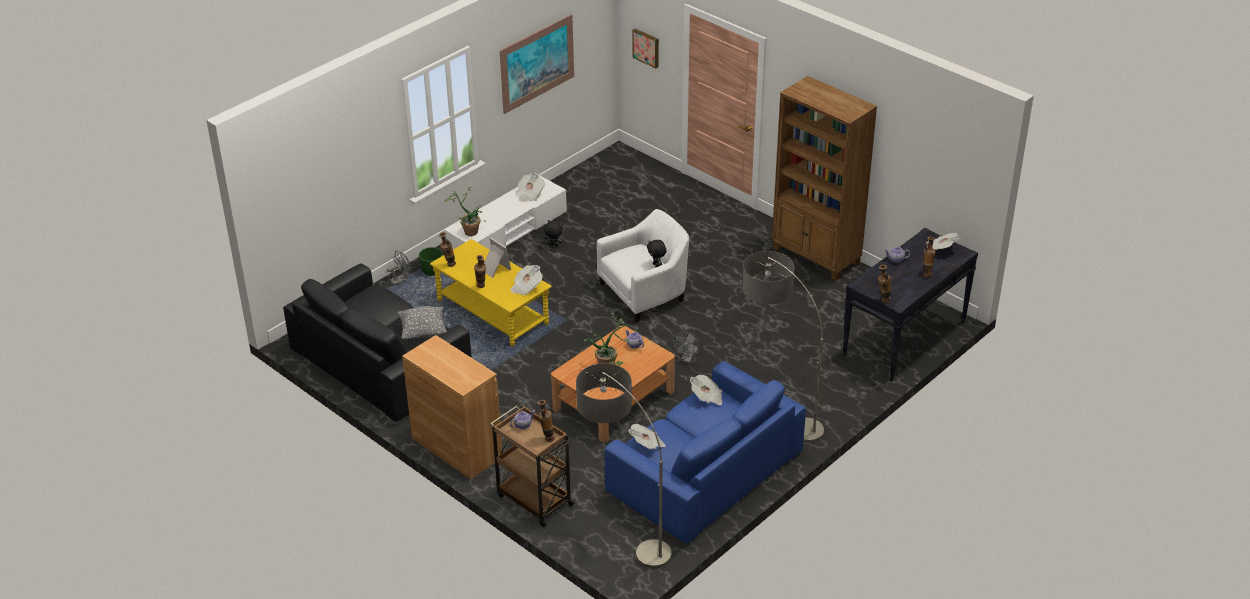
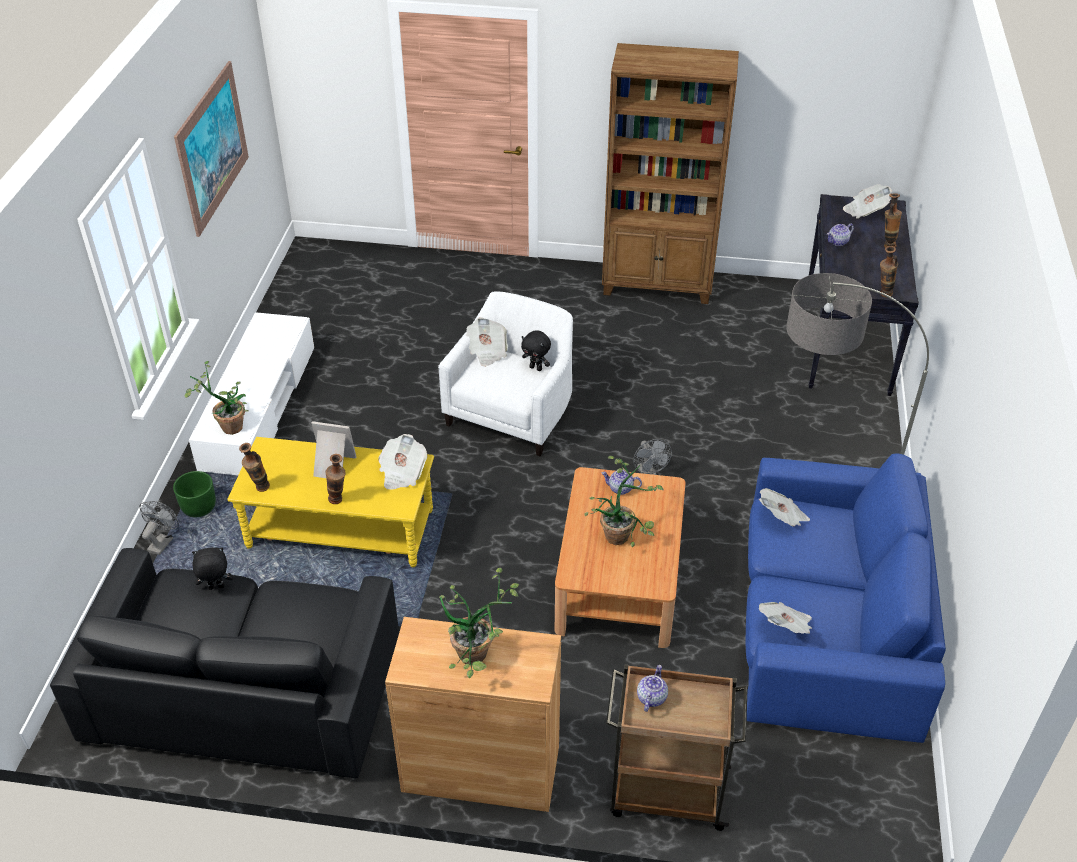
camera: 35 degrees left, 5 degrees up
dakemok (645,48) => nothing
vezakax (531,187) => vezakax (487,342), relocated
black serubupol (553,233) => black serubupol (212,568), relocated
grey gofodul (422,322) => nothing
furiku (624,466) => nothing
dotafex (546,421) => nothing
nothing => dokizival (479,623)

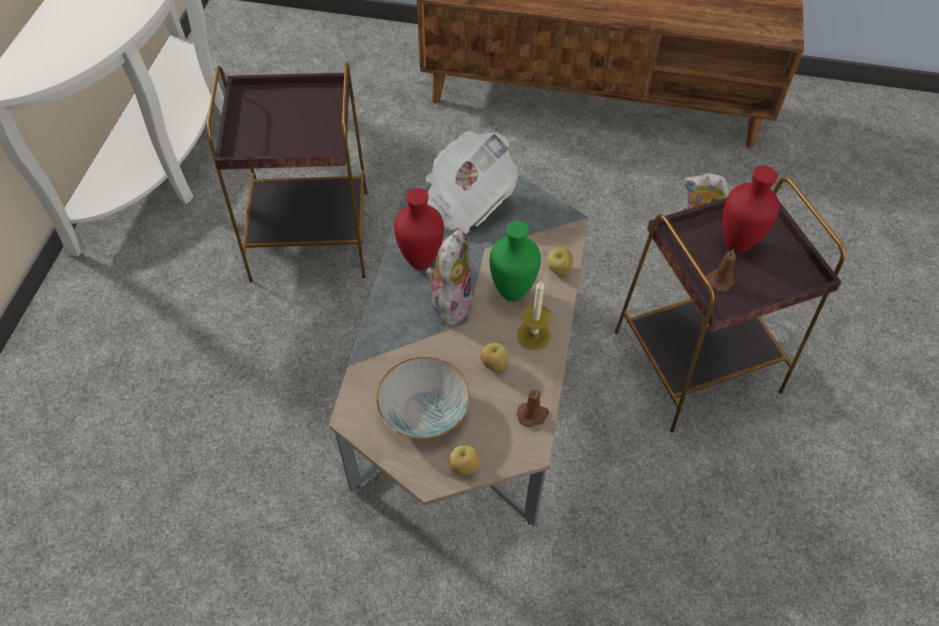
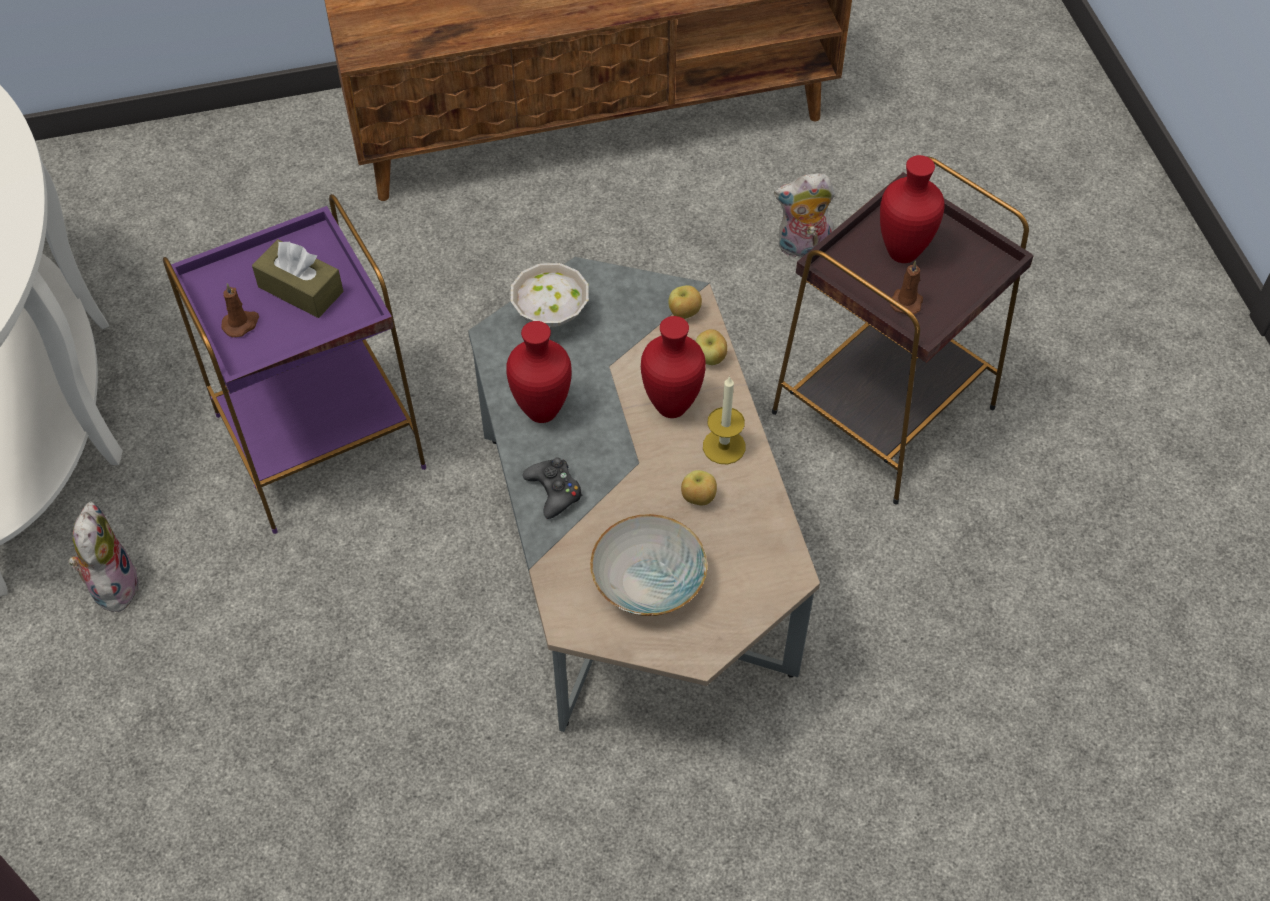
camera: 25 degrees left, 0 degrees up
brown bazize (287,173) => purple bazize (294,364)
vezakax (472,182) => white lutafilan (550,295)
green dotafex (515,261) => red dotafex (673,367)
serubupol (449,277) => serubupol (104,556), relocated
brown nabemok (533,407) => brown nabemok (240,310), relocated
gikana (464,460) => gikana (685,302), relocated
nothing => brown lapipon (298,278)
nothing => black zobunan (553,488)

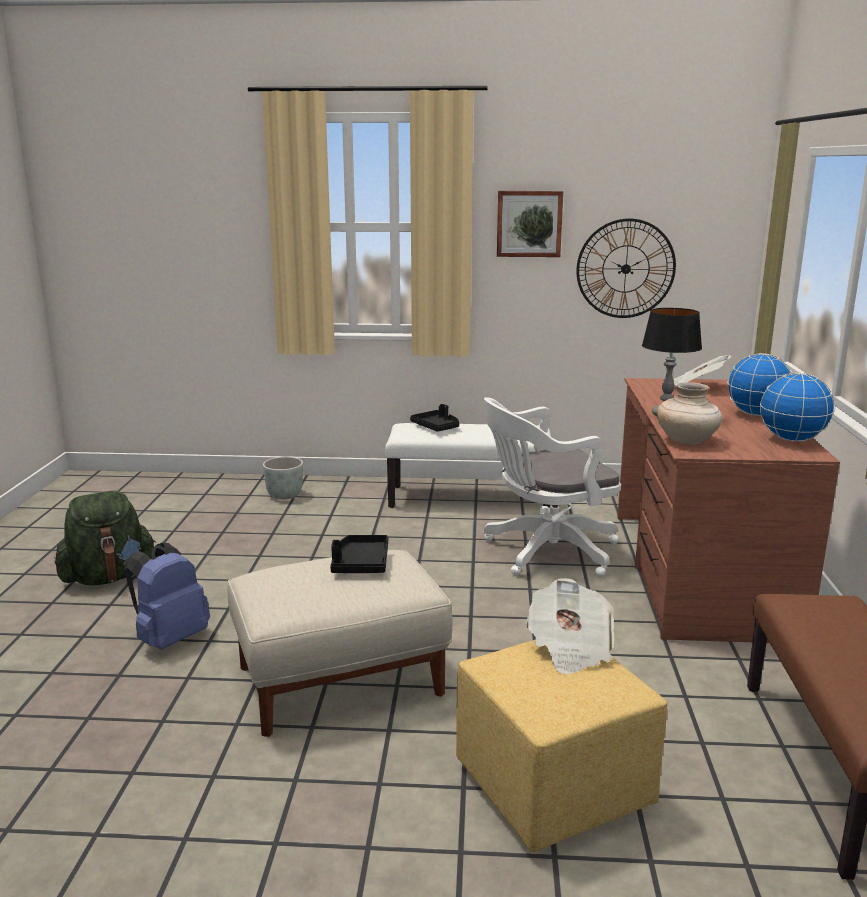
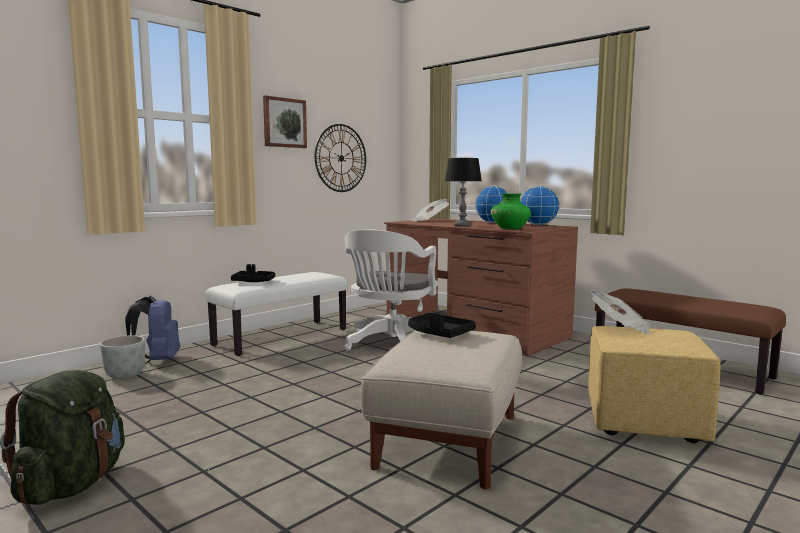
camera: 50 degrees left, 10 degrees down
beige dotafex (689,413) => green dotafex (511,211)
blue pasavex (167,596) => blue pasavex (152,329), relocated

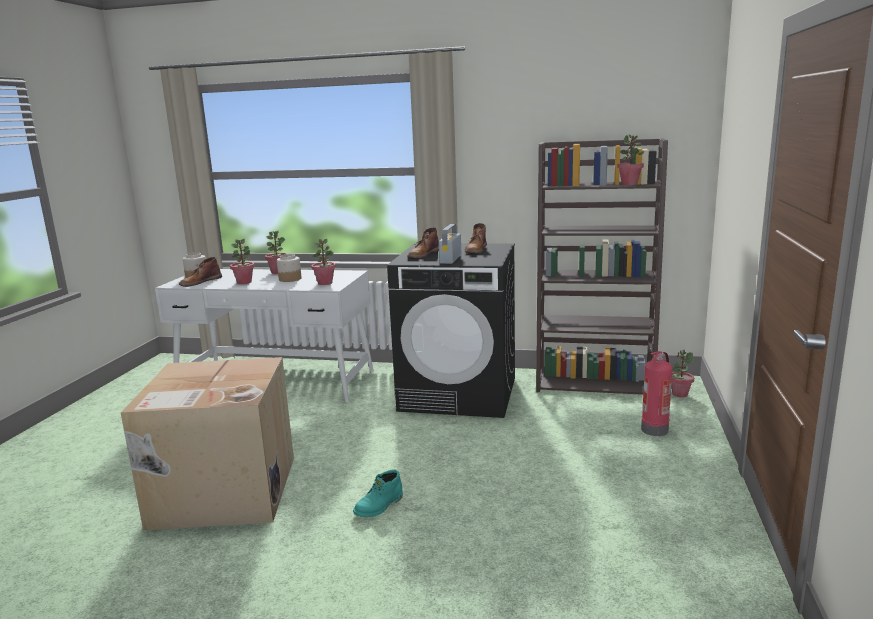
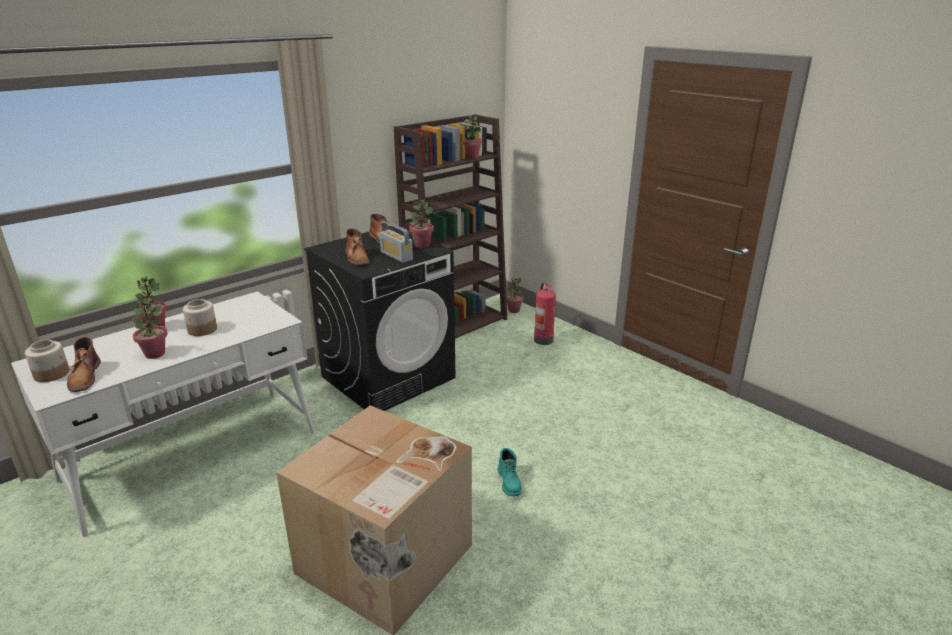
camera: 55 degrees left, 10 degrees up
dokizival (323,262) => dokizival (421,224), relocated

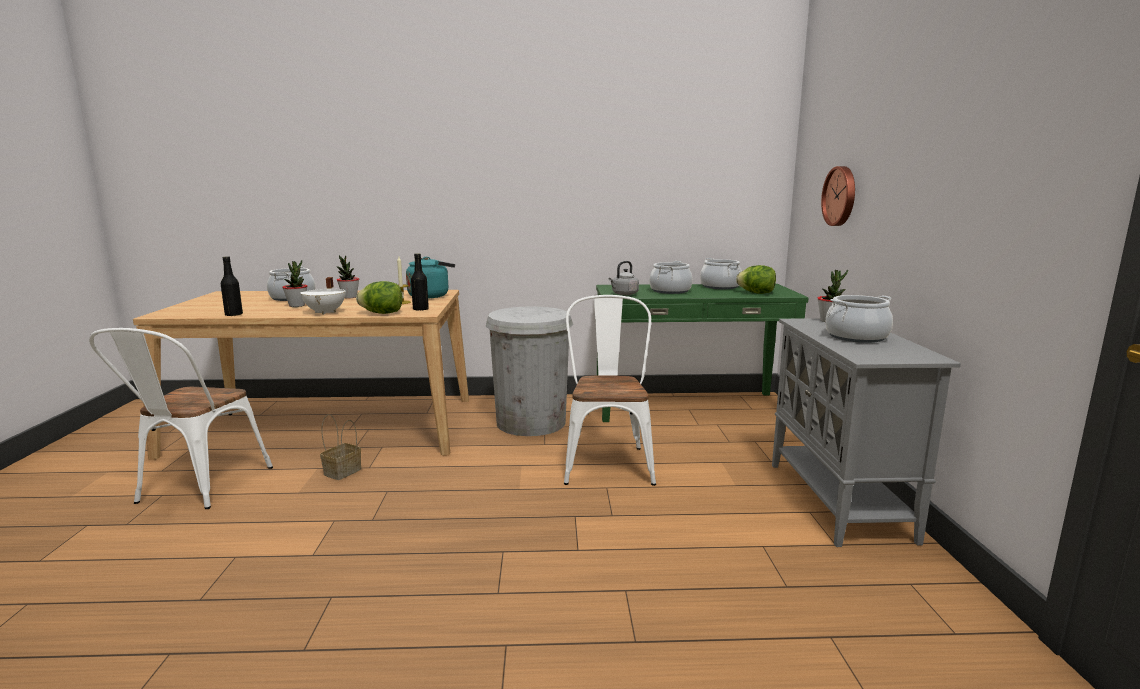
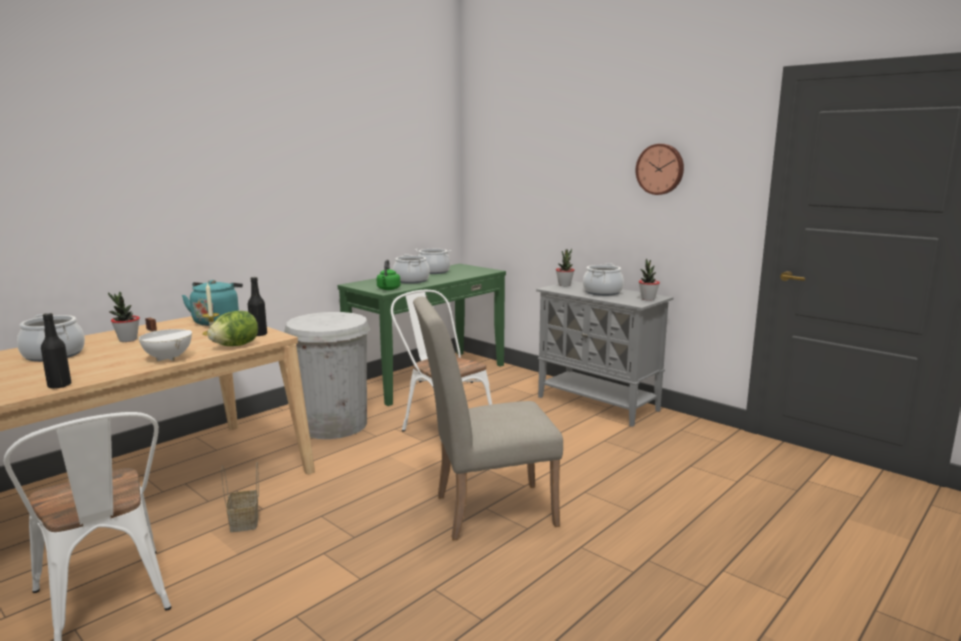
camera: 45 degrees left, 0 degrees up
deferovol (838,196) => deferovol (660,169), relocated
dokizival (294,283) => dokizival (649,279), relocated
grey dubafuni (624,278) => green dubafuni (389,274)
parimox (756,279) => nothing
nothing => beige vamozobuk (488,419)

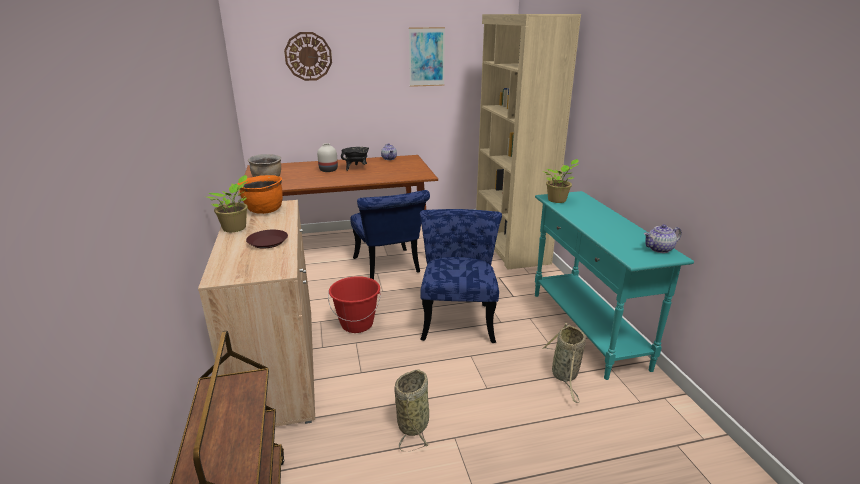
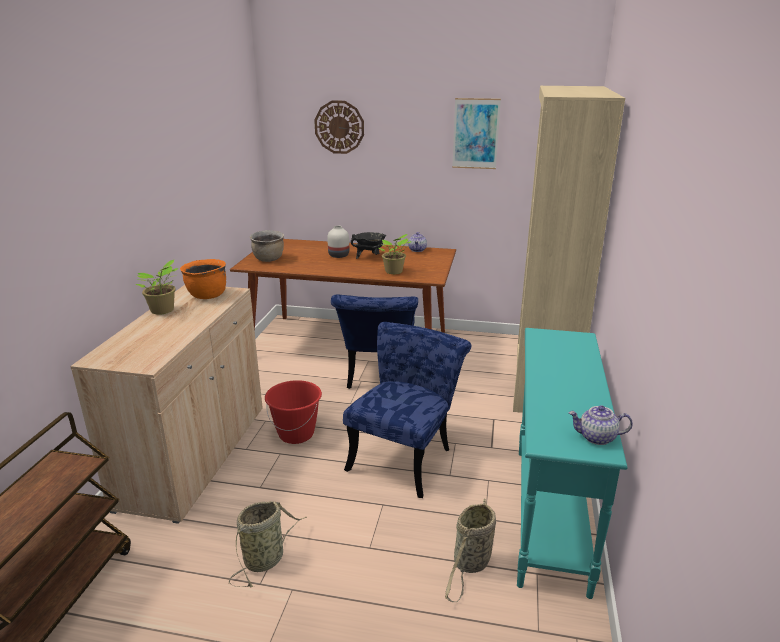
camera: 25 degrees right, 0 degrees up
dokizival (561,181) => dokizival (395,254), relocated
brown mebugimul (267,239) => nothing

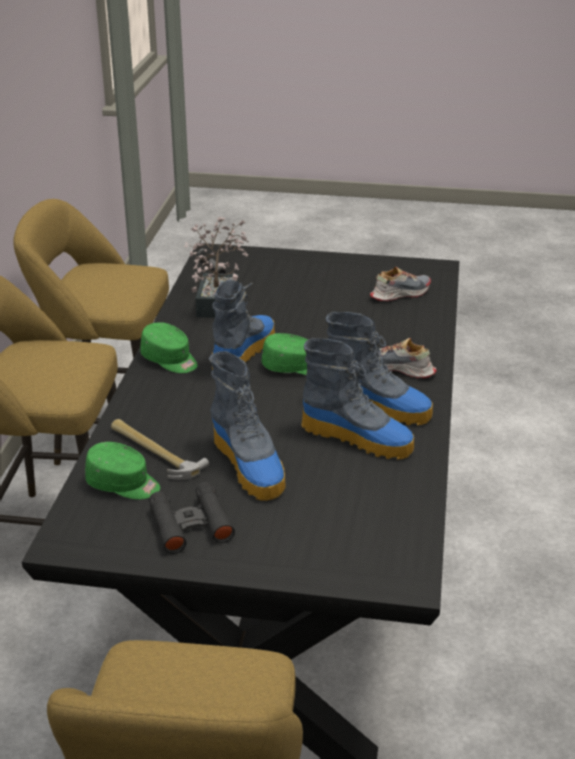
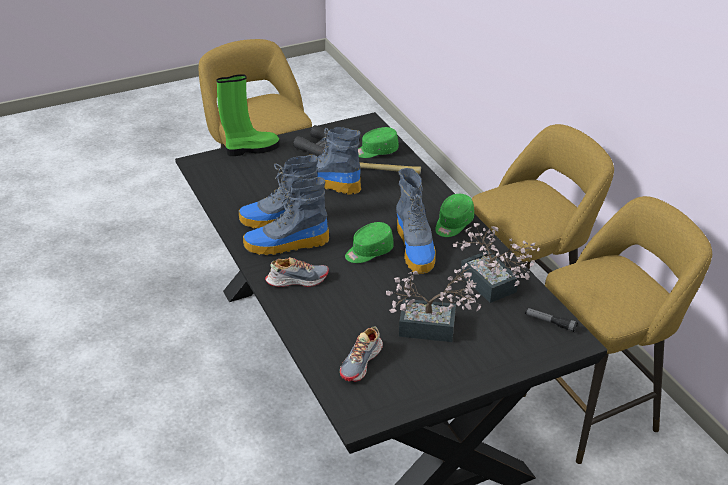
camera: 145 degrees right, 5 degrees up
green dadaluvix (168,347) => green dadaluvix (454,215), 60 degrees counterclockwise
nothing => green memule (248,115)
nothing => dokizival (433,302)

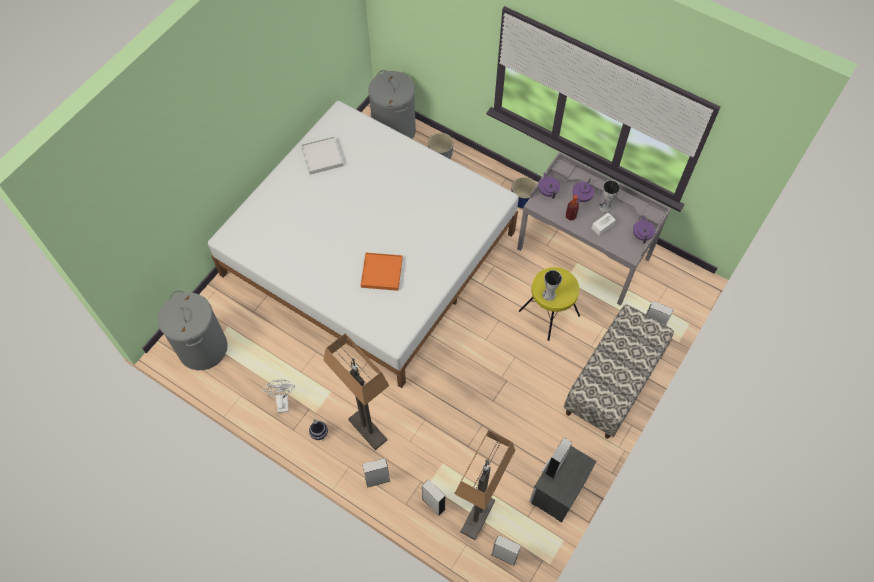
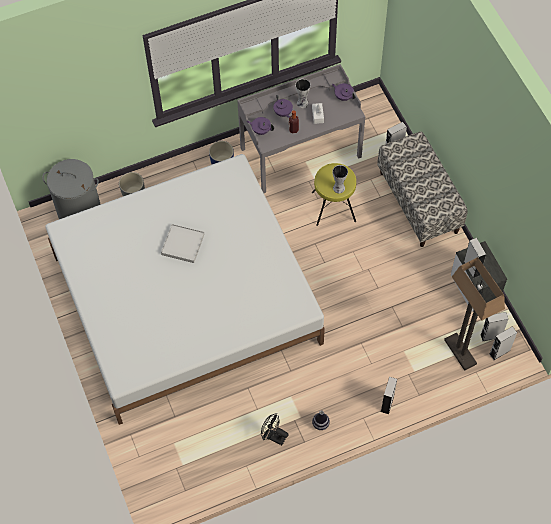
camera: 55 degrees left, 0 degrees up
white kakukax (322,156) => white kakukax (183,243), relocated
orange kakukax (382,272) => nothing
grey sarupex (193,330) => nothing
furiku (356,391) => nothing
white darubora (278,396) => black darubora (275,429)
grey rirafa (434,497) => grey rirafa (494,326), relocated

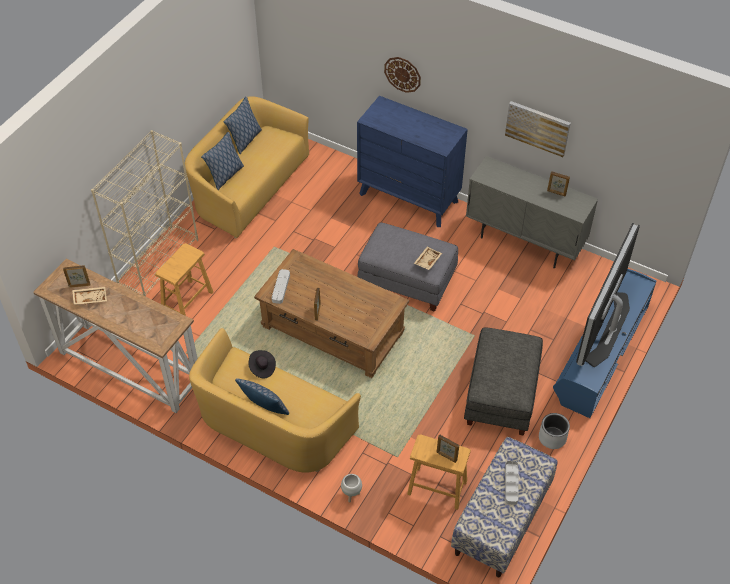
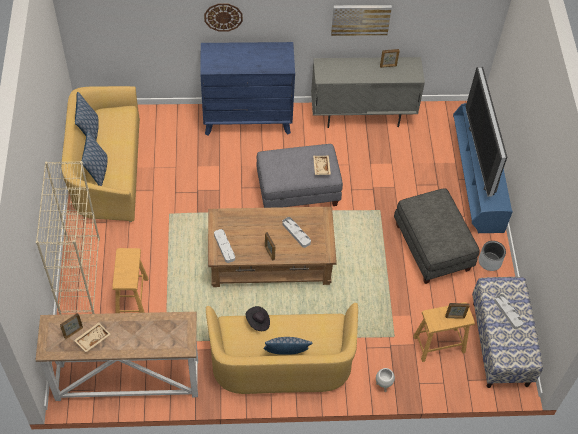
camera: 35 degrees left, 5 degrees up
nothing => grey kakukax (296,232)

